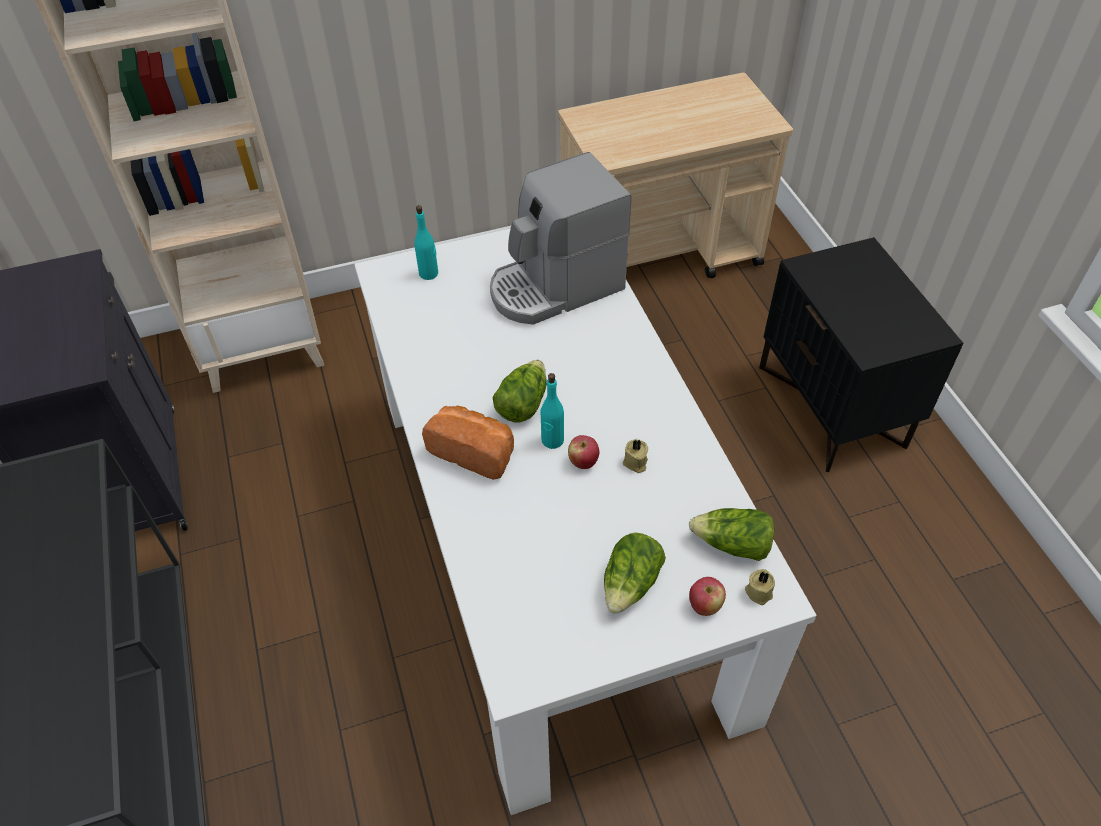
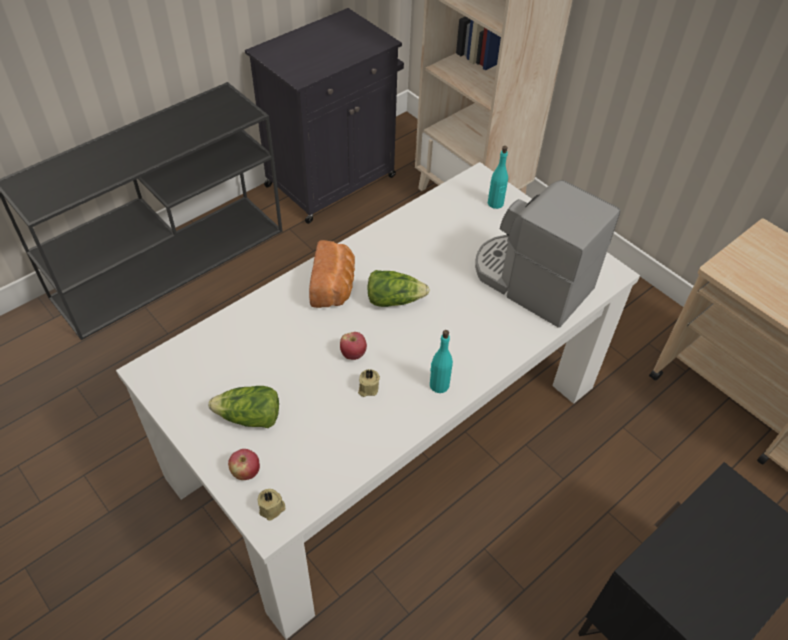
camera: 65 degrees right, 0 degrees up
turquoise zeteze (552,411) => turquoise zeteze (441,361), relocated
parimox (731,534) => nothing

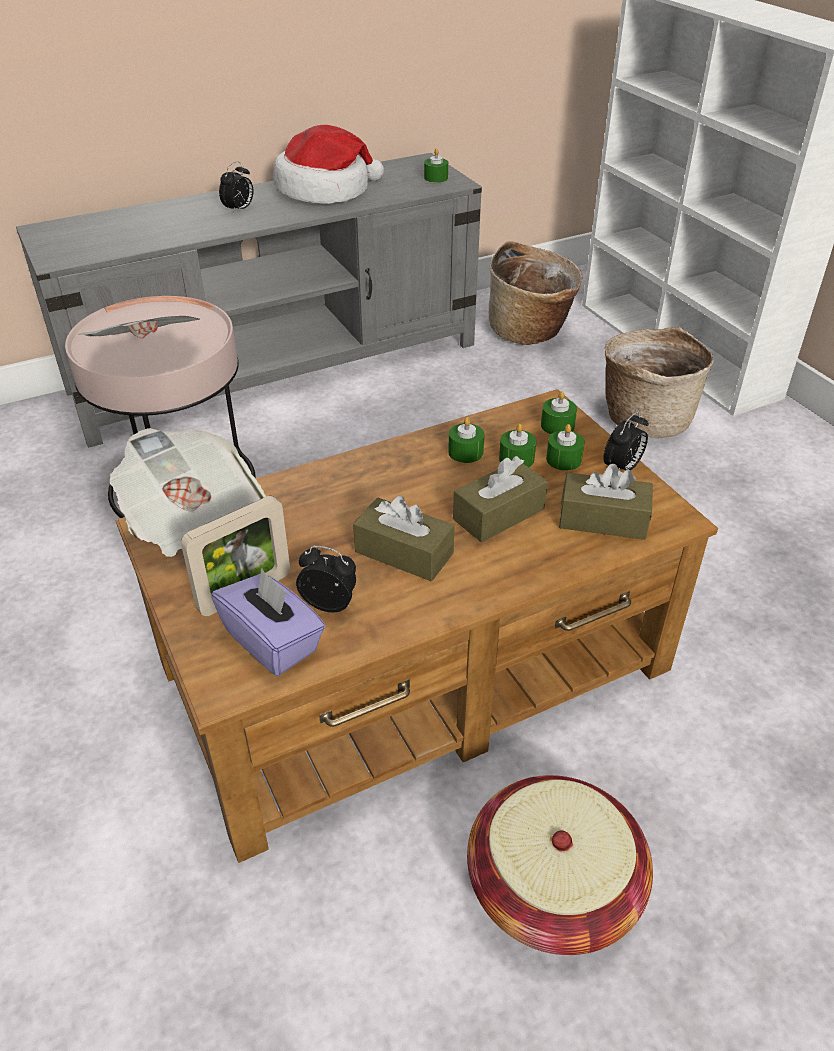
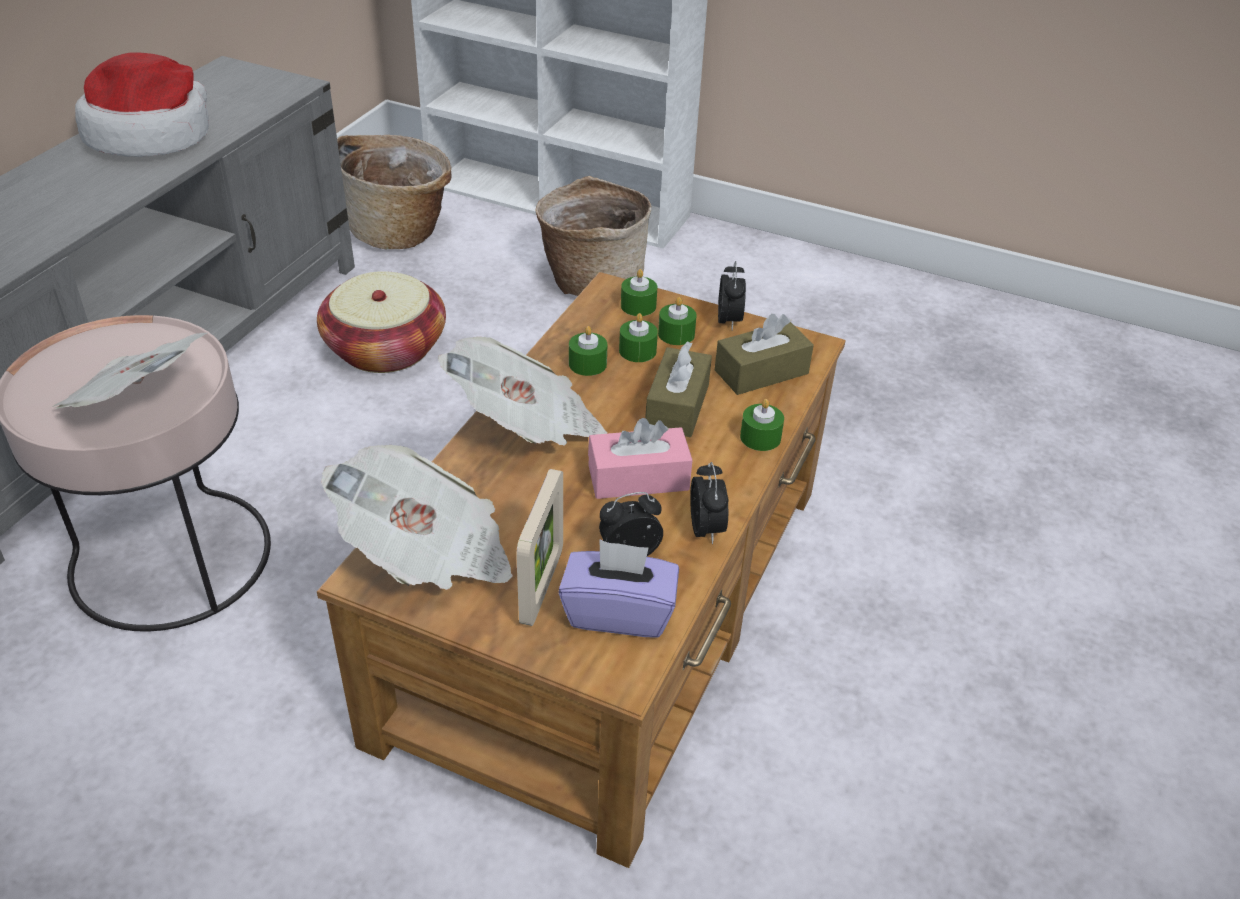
camera: 40 degrees left, 0 degrees up
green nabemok (436,165) => green nabemok (762,425), relocated
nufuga (236,187) => nufuga (709,503), relocated
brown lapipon (404,538) => pink lapipon (640,458)
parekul (560,865) => parekul (381,322), relocated
nothing => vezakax (523,391)

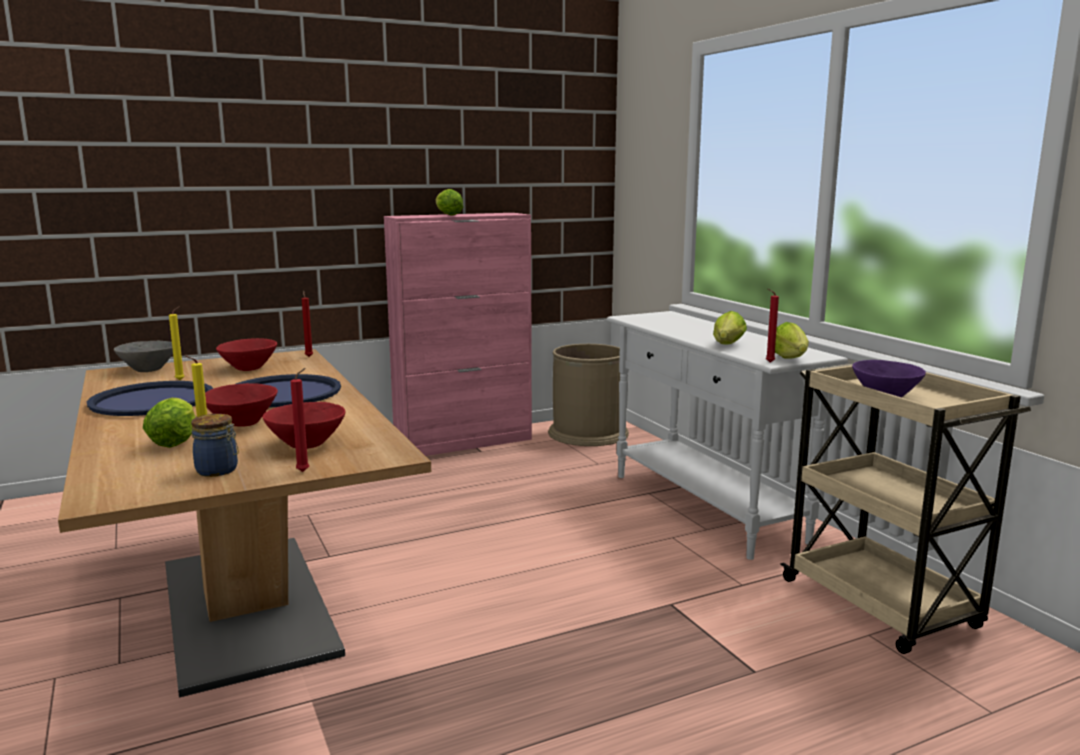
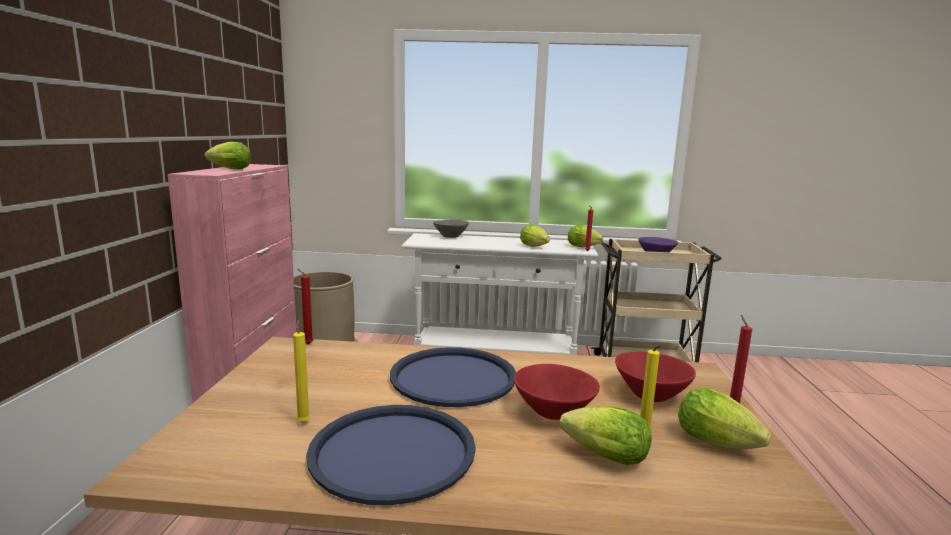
camera: 60 degrees left, 0 degrees up
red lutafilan (246,354) => nothing
grey lutafilan (143,356) => grey lutafilan (451,229), relocated
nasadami (215,445) => parimox (724,418)

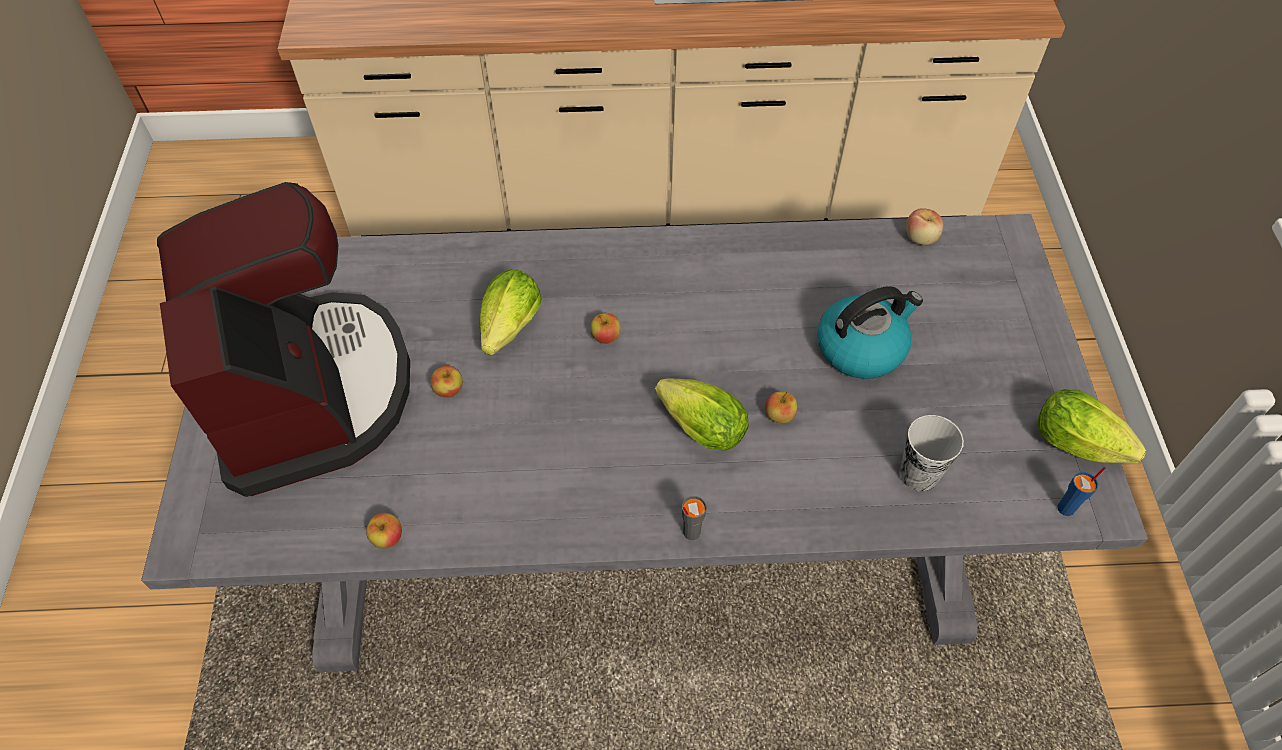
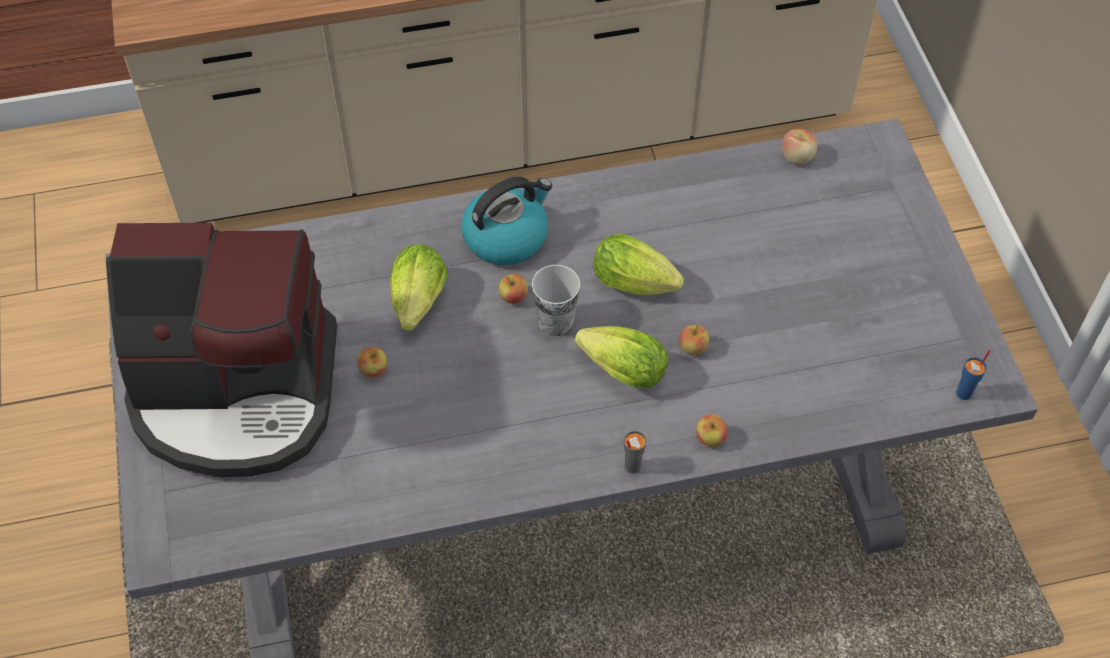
camera: 10 degrees left, 0 degrees up
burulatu (283,339) => burulatu (221,350), 120 degrees clockwise
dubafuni (870,332) => dubafuni (506,220), relocated
parimox (1091,426) => parimox (638,264), relocated
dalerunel (932,453) => dalerunel (556,300), relocated
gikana (384,530) => gikana (712,431), relocated

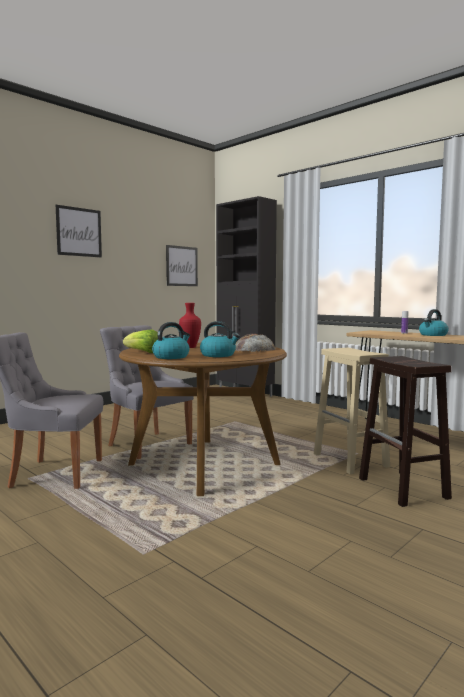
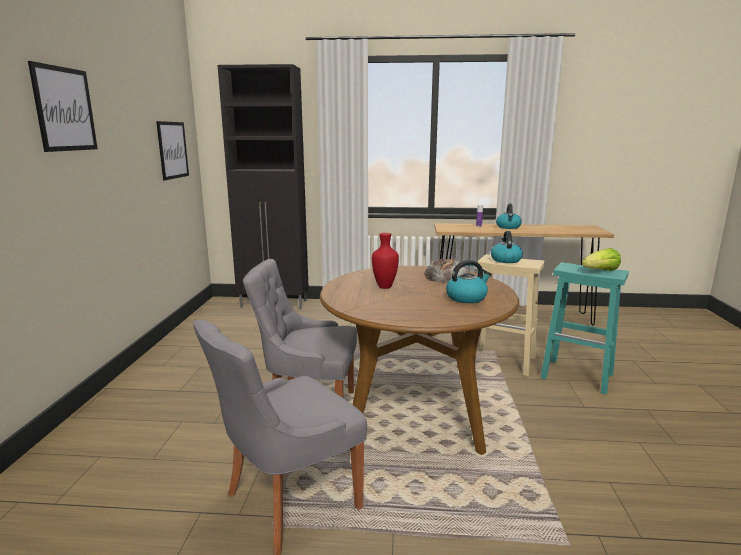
camera: 40 degrees left, 10 degrees up
dubafuni (171,340) => dubafuni (507,247), relocated
parimox (140,341) => parimox (601,259), relocated
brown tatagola (405,431) => turquoise tatagola (584,328)

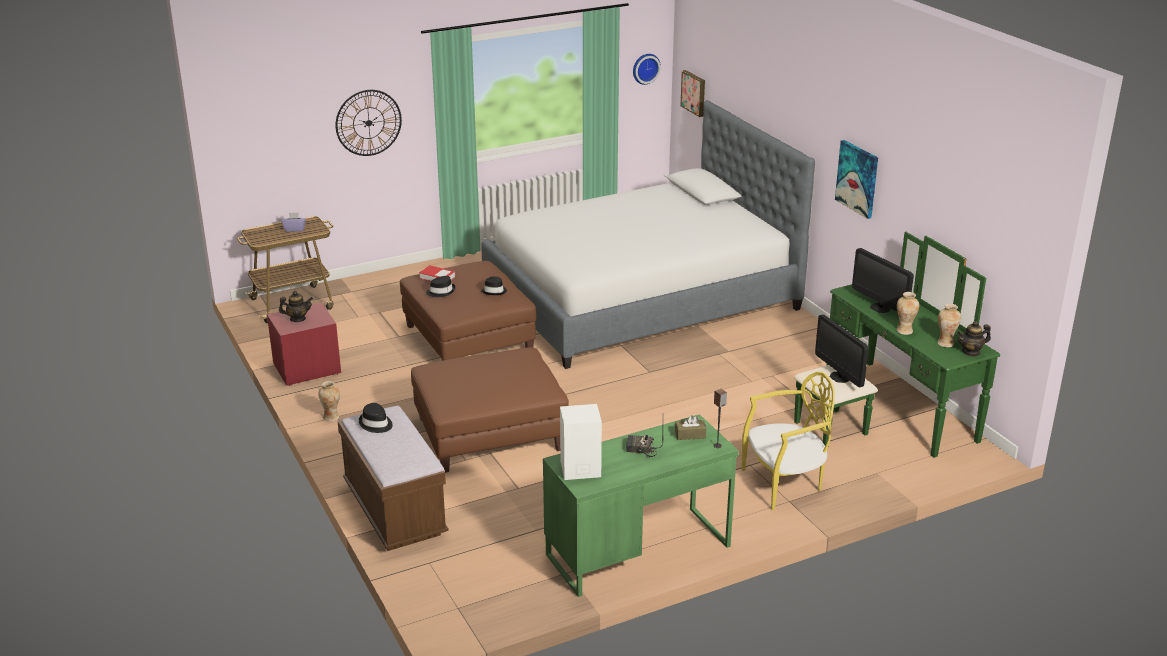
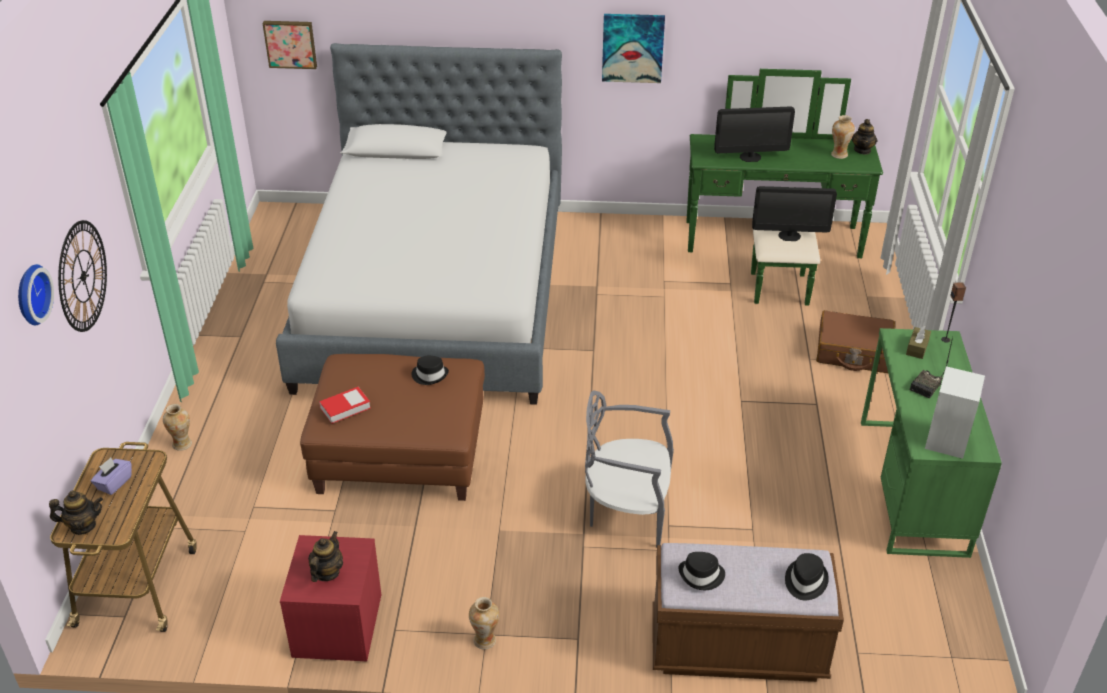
camera: 60 degrees left, 10 degrees up
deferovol (647,69) => deferovol (36,294), relocated
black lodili (440,286) => black lodili (807,576), relocated
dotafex (907,313) => dotafex (177,427), relocated
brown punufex (490,410) => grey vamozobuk (629,469)
yellow vamozobuk (788,441) => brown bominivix (855,341)
nothing => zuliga (76,513)

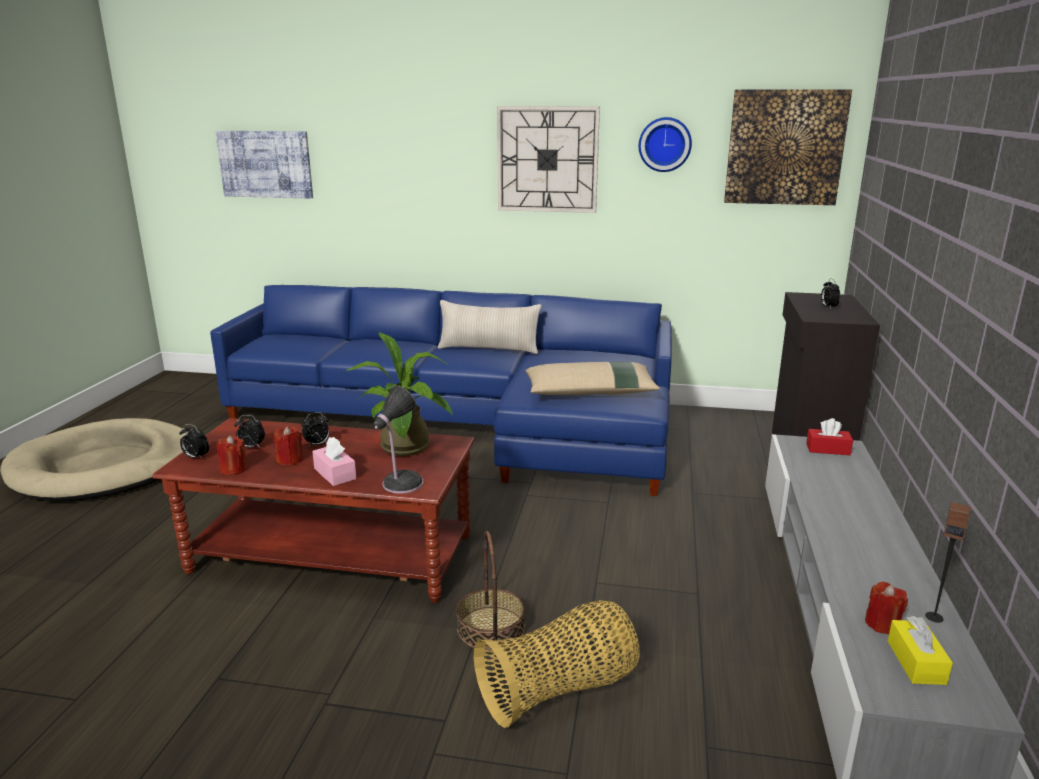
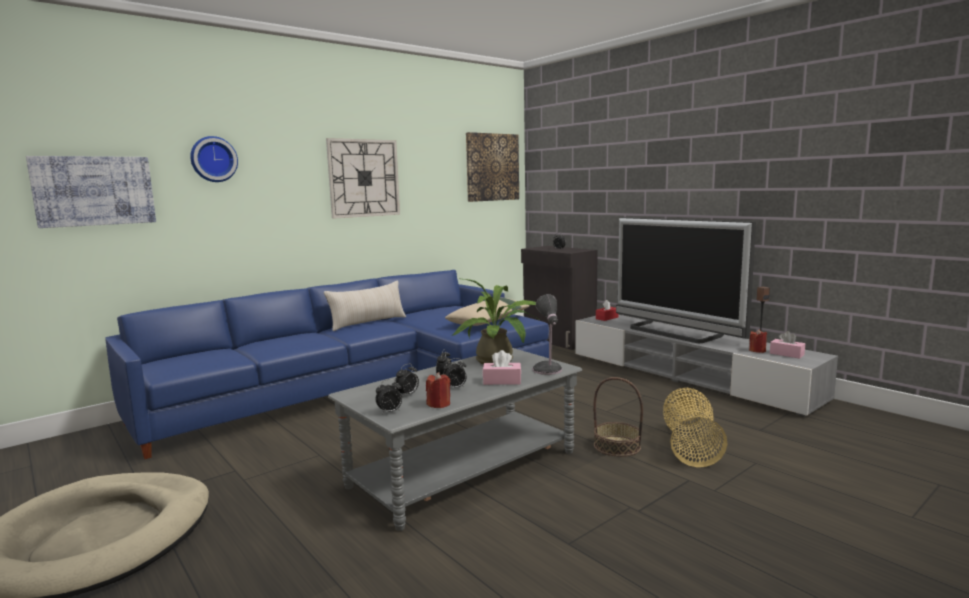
camera: 50 degrees left, 10 degrees down
deferovol (665,144) => deferovol (214,159), relocated
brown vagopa (313,510) => grey vagopa (455,439)
red nabemok (288,445) => nufuga (454,373)
yellow lapipon (920,650) => pink lapipon (787,345)
nothing => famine (686,280)

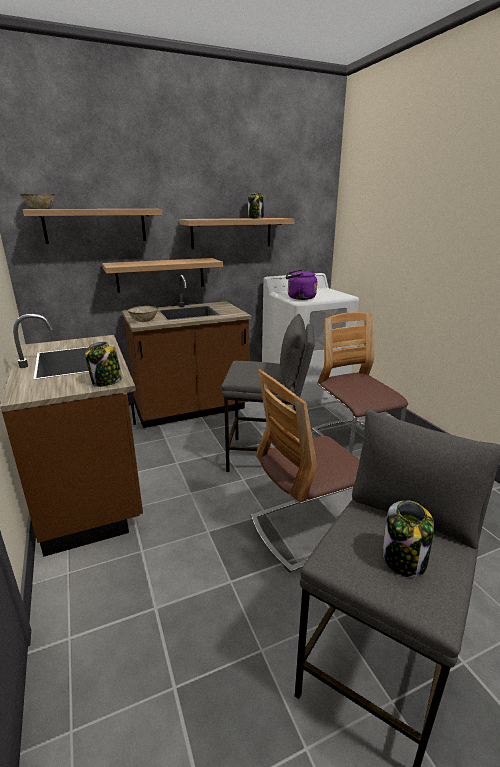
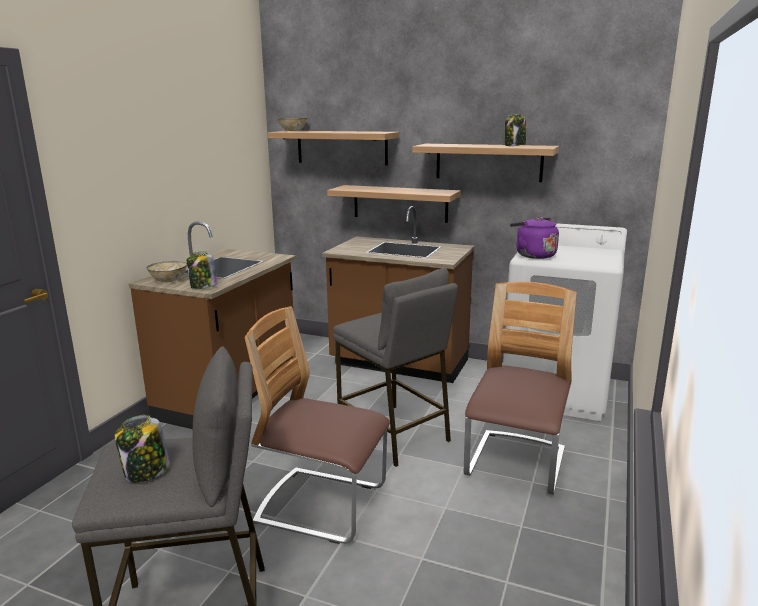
camera: 45 degrees right, 5 degrees down
lutafilan (143,314) => lutafilan (167,271), relocated

